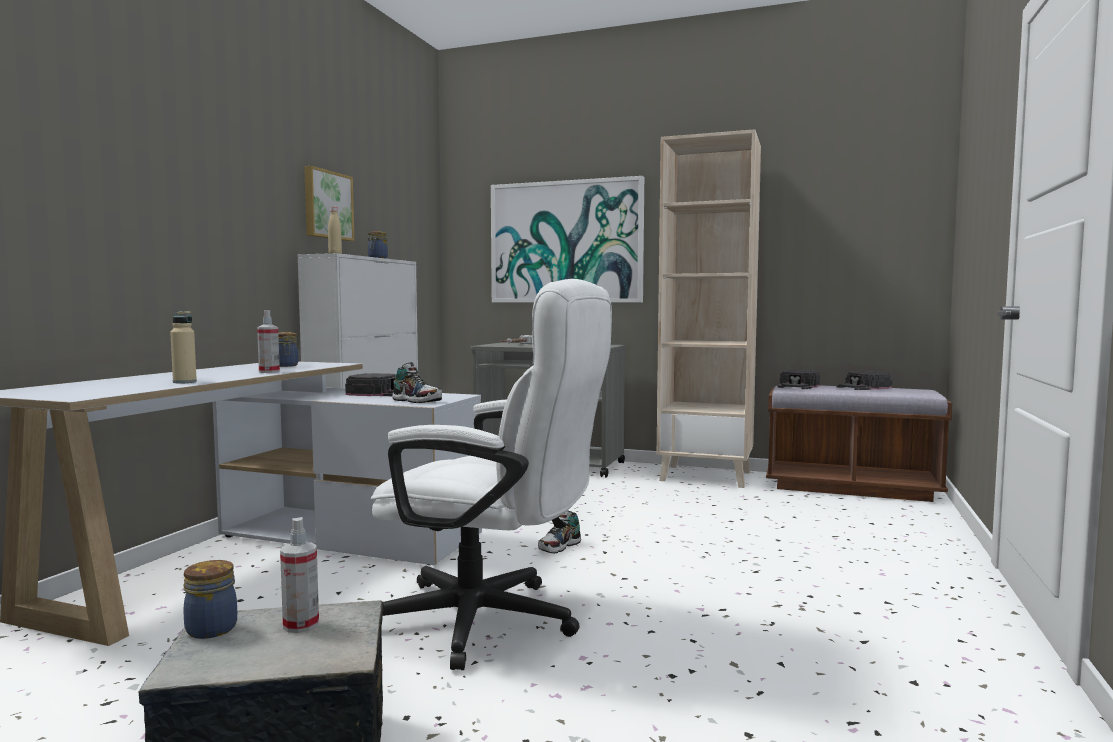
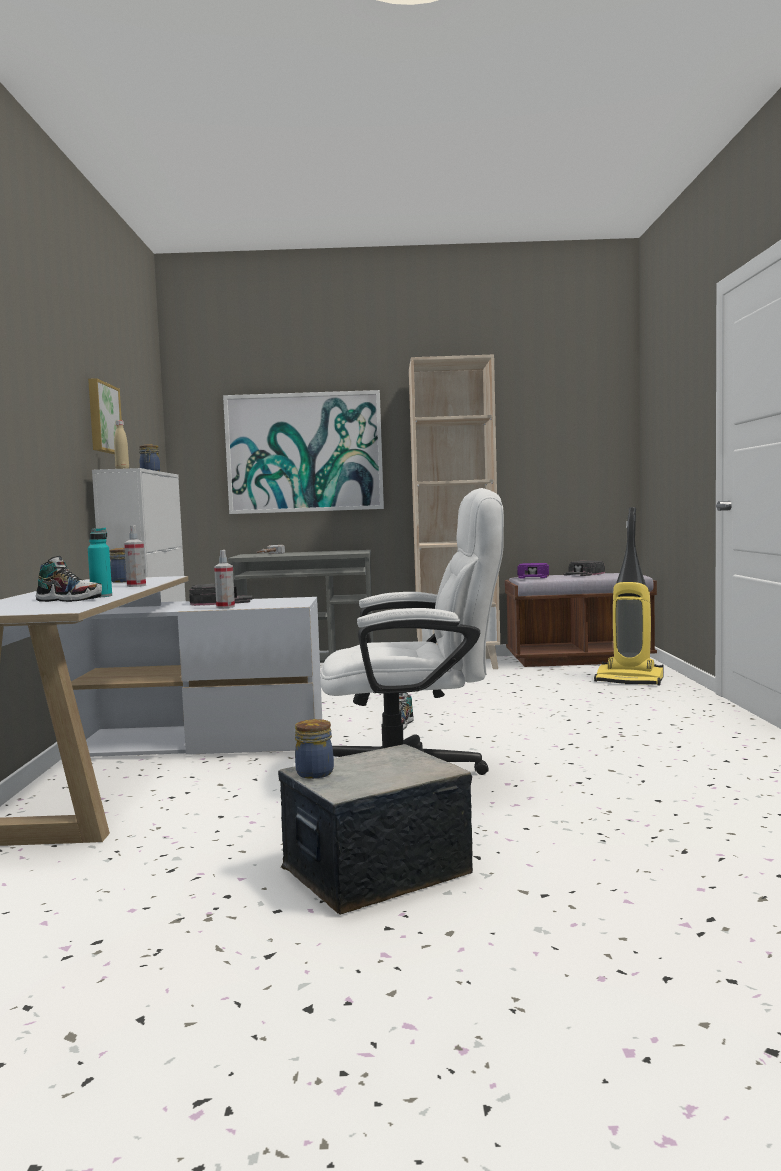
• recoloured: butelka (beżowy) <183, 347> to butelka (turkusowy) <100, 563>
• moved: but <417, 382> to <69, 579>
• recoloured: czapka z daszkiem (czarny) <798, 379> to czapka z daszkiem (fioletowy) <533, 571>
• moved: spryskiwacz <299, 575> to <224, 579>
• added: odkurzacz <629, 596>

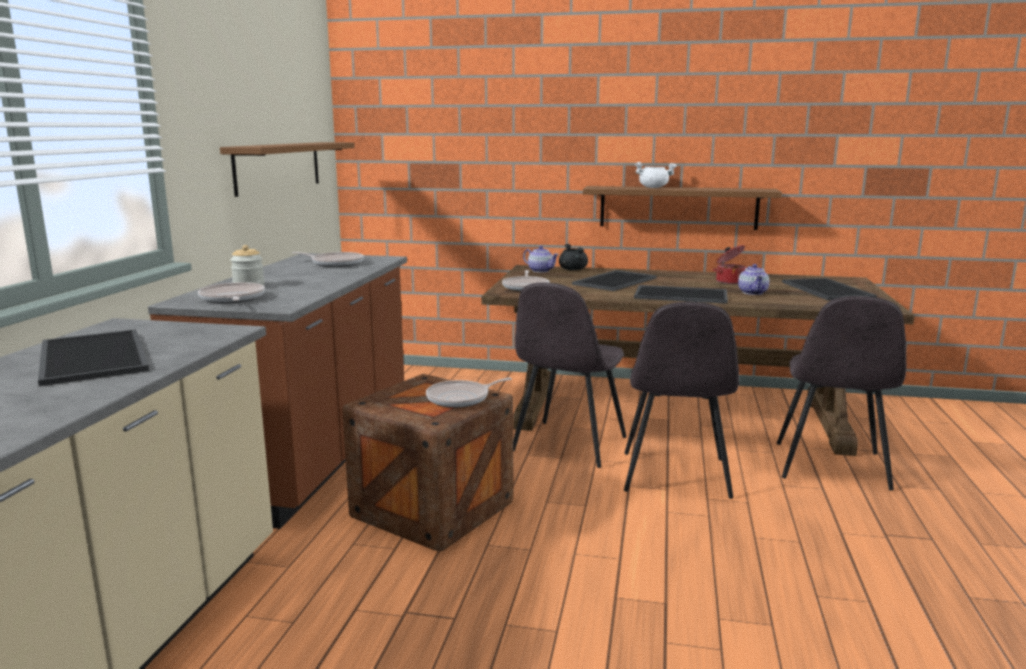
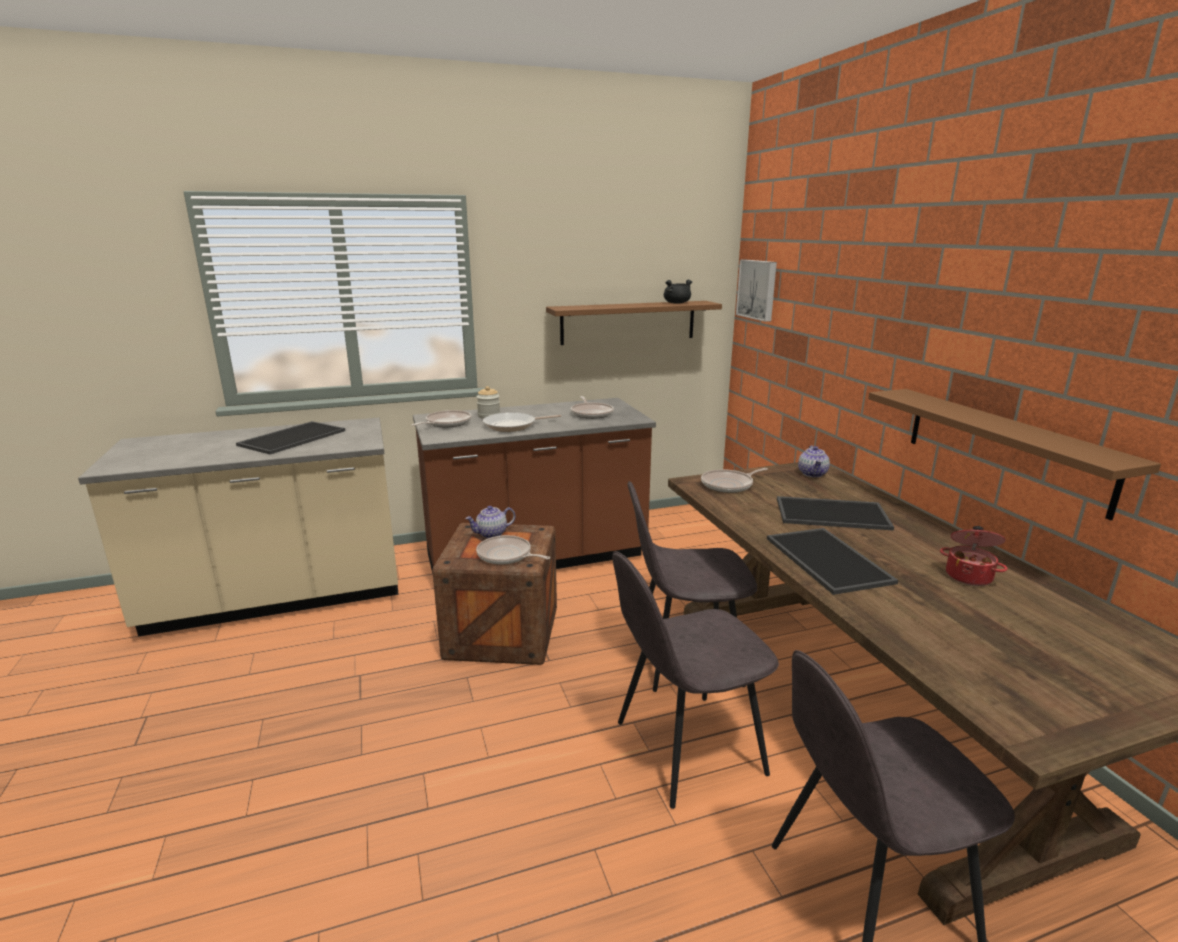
• removed: garnek (biały) <656, 175>
• moved: garnek (czarny) <573, 257> to <678, 292>
• moved: imbryk <753, 279> to <490, 522>
• removed: taca <829, 289>
• added: obraz <756, 291>
• added: patelnia <522, 422>

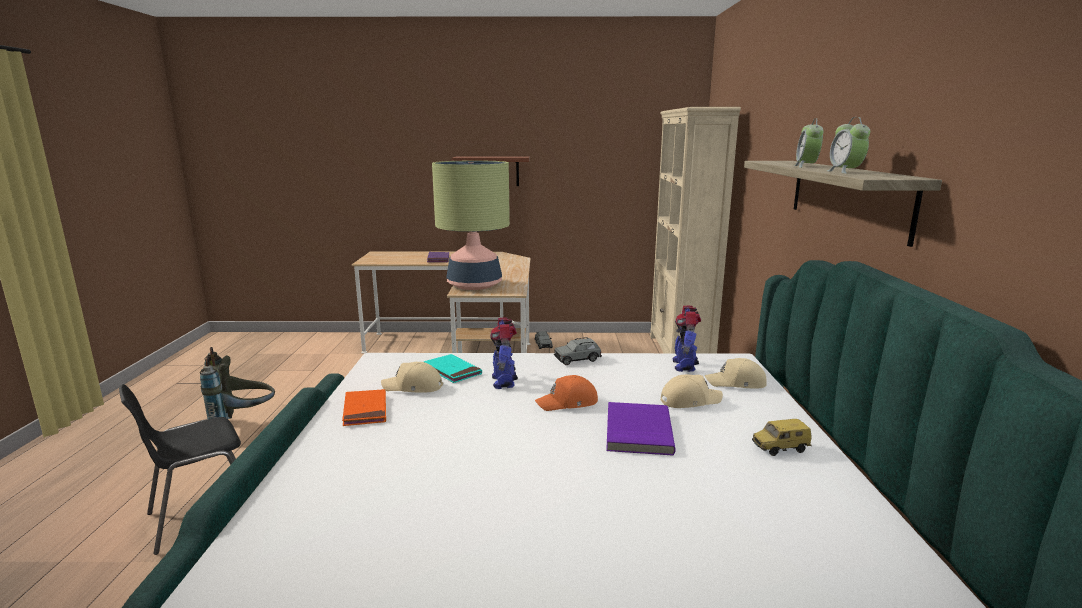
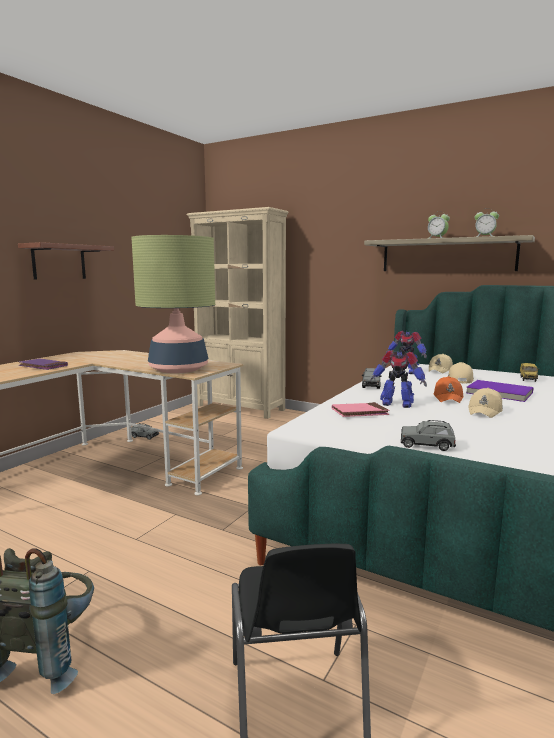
• recoloured: książka (turkusowy) <453, 368> to książka (różowy) <360, 409>
• moved: czapka z daszkiem (beżowy) <412, 377> to <485, 403>
• replaced: książka (pomarańczowy) <364, 407> to samochodzik (szary) <428, 435>

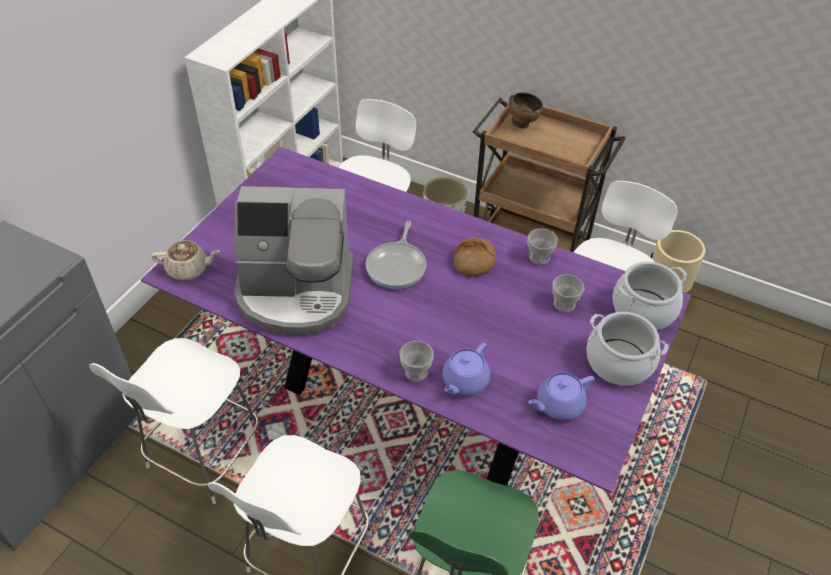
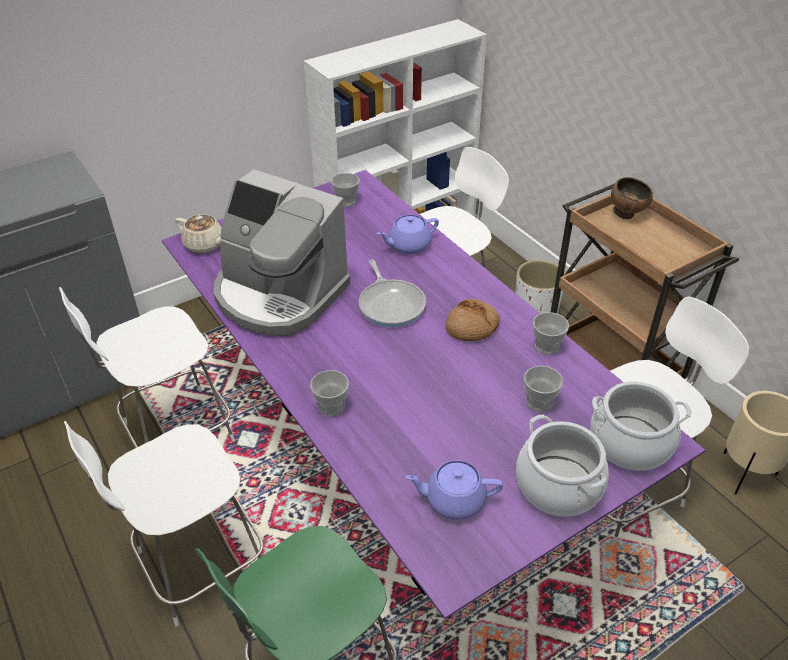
• turned: patelnia <396, 255> = <392, 293> 60 degrees counterclockwise
• moved: imbryk (fioletowy) <466, 369> to <408, 234>
• added: filiżanka <345, 190>

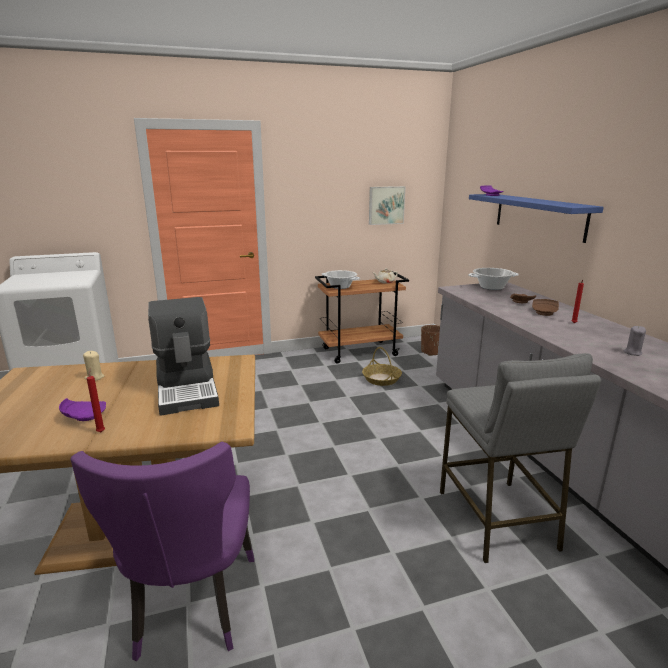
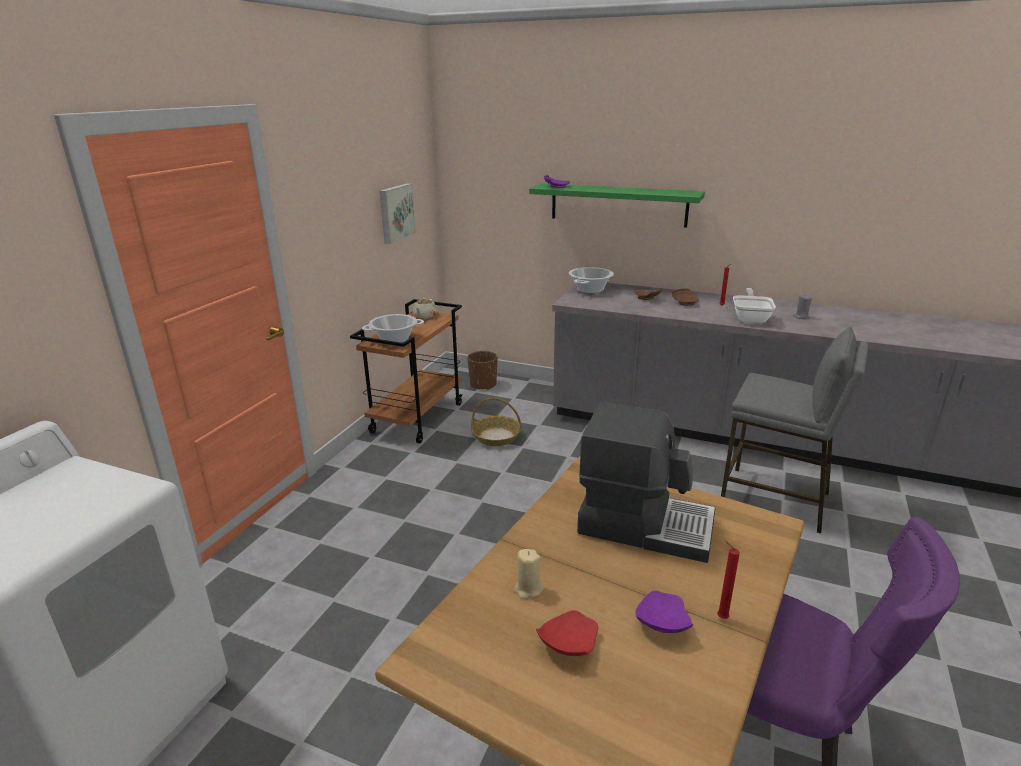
• recoloured: półka (niebieski) <536, 218> to półka (zielony) <617, 205>
• added: patelnia <754, 306>
• added: talerz (czerwony) <567, 633>

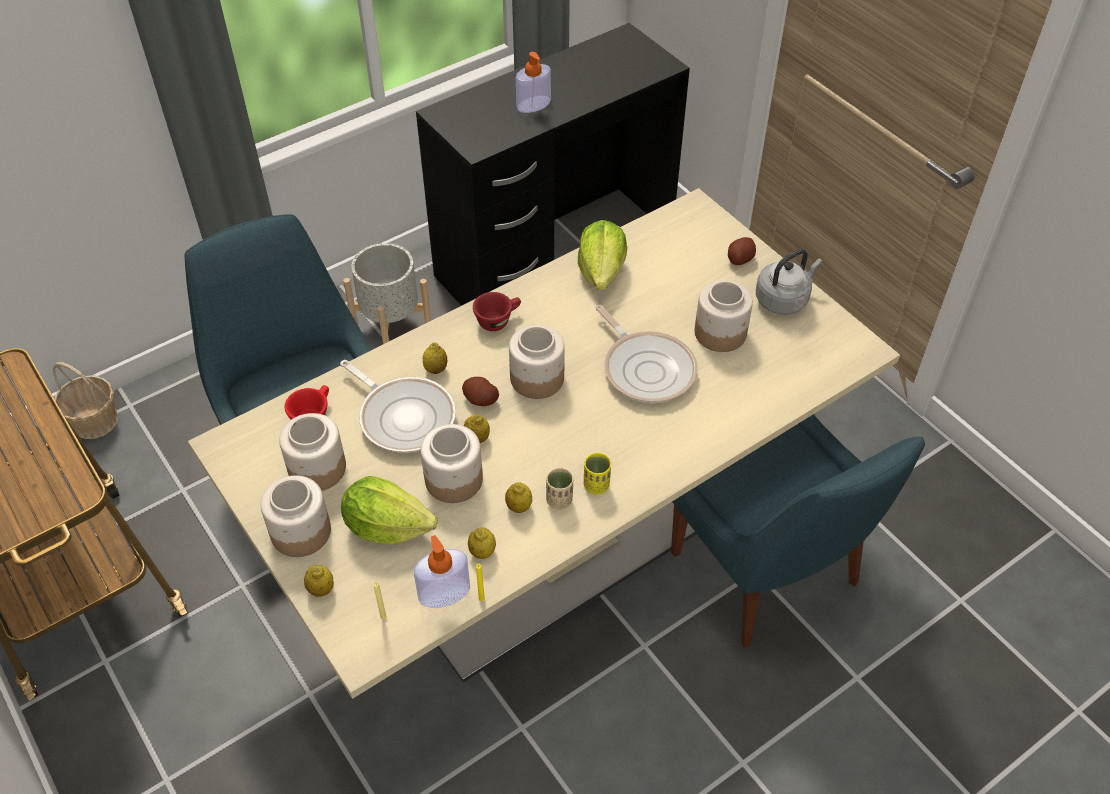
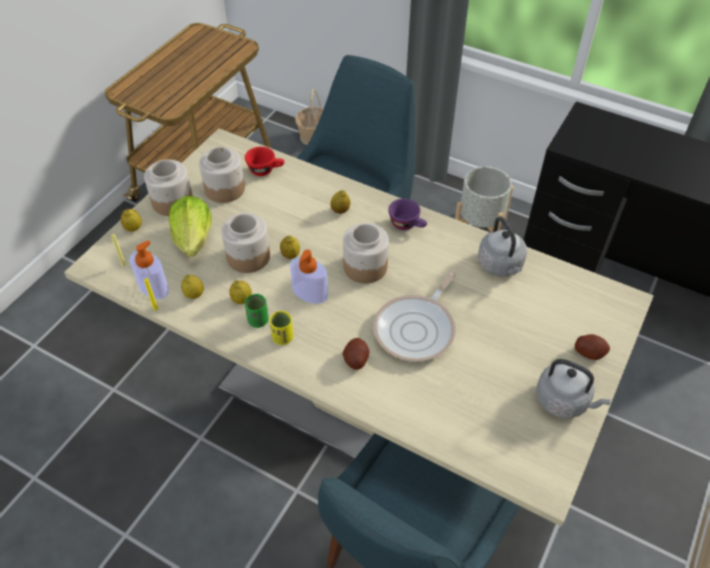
• moved: dozownik mydła <533, 82> to <309, 277>
• replaced: sałata <602, 255> to czajnik (szary) <502, 247>
• removed: słoik <724, 316>
• recoloured: filiżanka (czerwony) <497, 311> to filiżanka (fioletowy) <407, 214>
• removed: patelnia <398, 406>
• moved: ziemniak <480, 391> to <356, 354>
• recoloured: filiżanka (beżowy) <559, 489> to filiżanka (zielony) <257, 311>

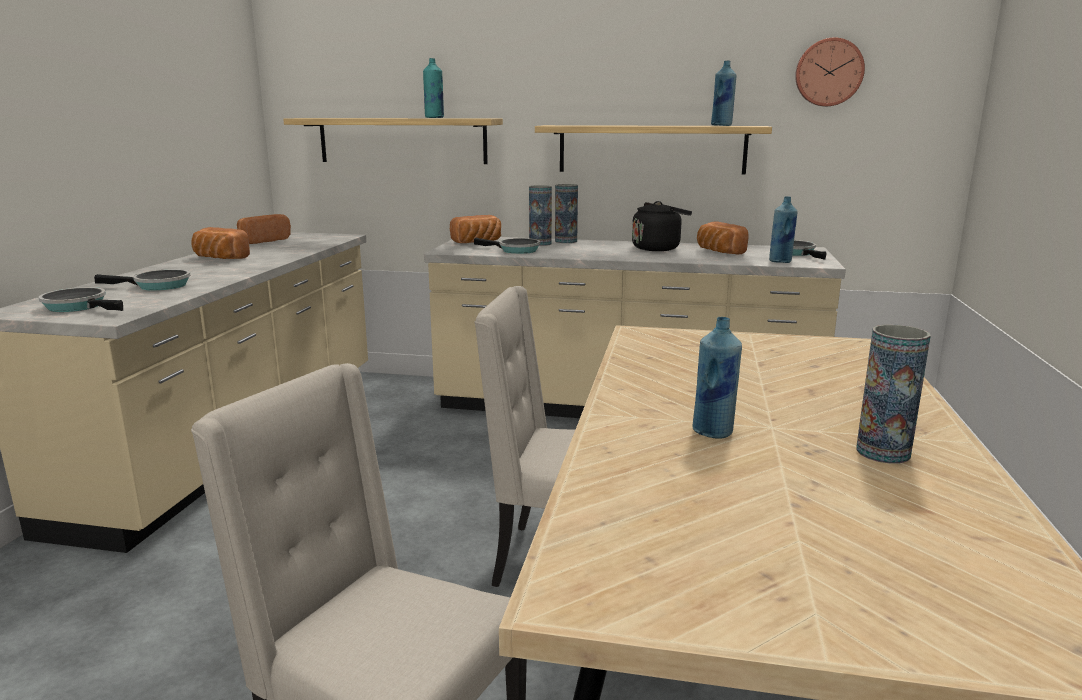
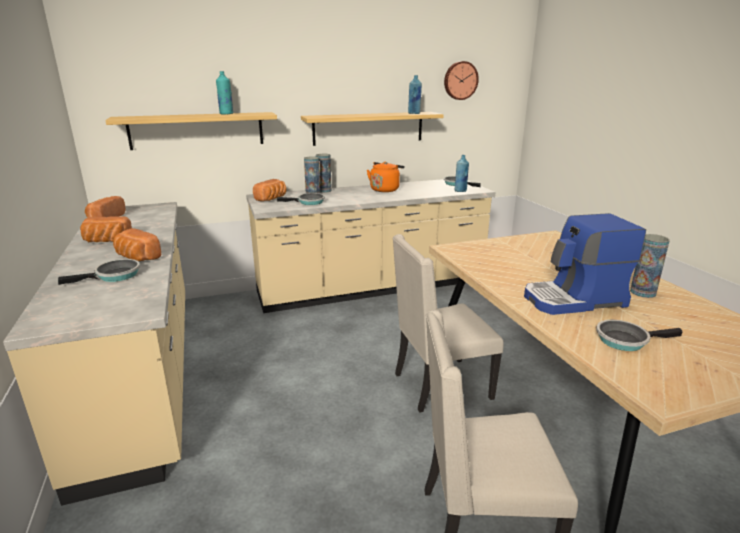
• recoloured: czajnik (czarny) <662, 226> to czajnik (pomarańczowy) <385, 177>
• moved: chleb <723, 237> to <137, 244>
• moved: patelnia <80, 299> to <639, 335>
• replaced: butelka (niebieski) <717, 378> to ekspres do kawy <585, 264>

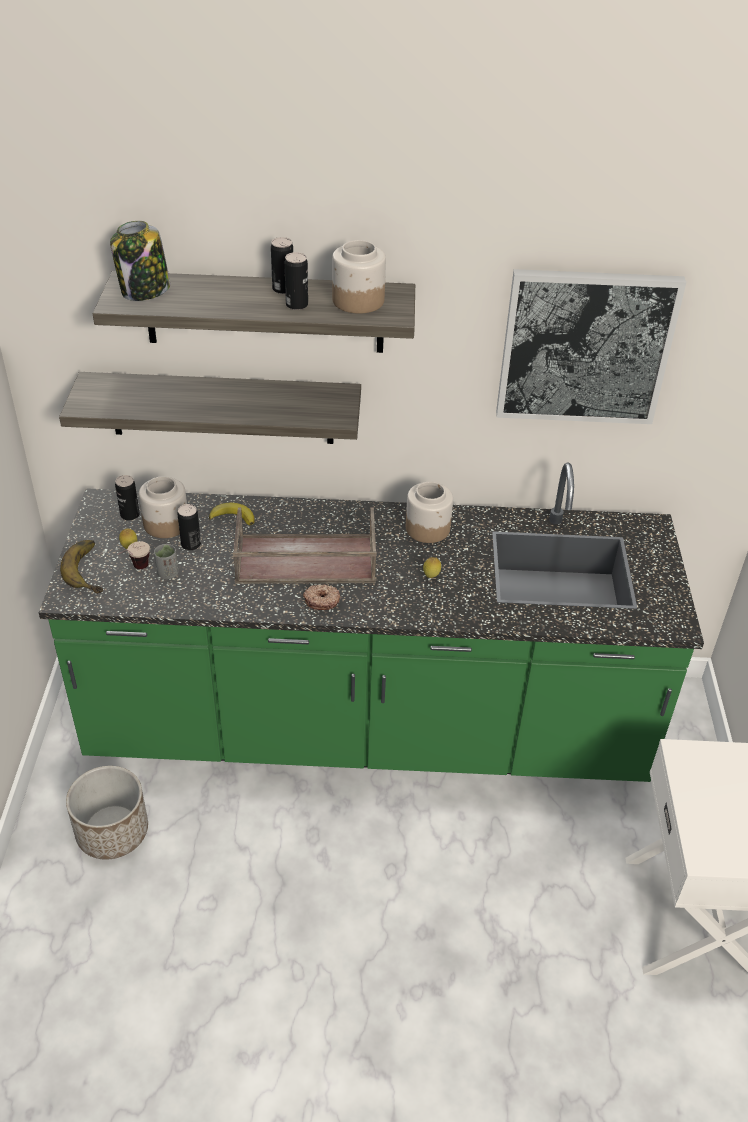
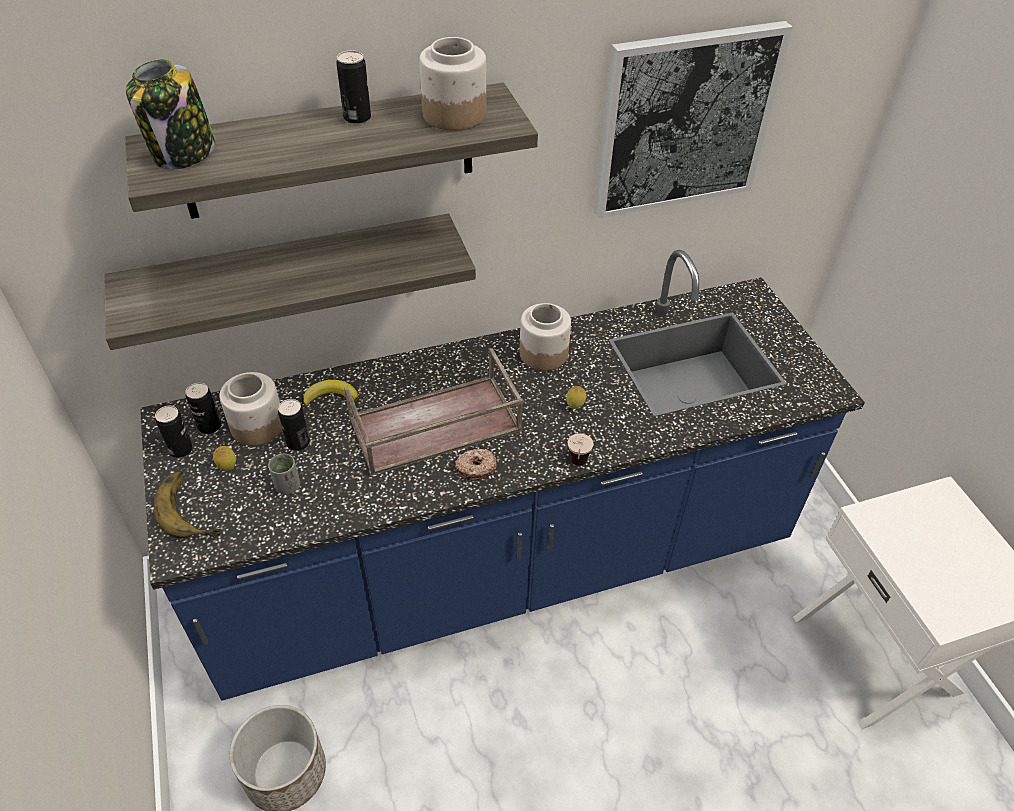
• moved: puszka <296, 281> to <174, 432>
• recoloured: zabudowa kuchenna (zielony) <371, 622> to zabudowa kuchenna (niebieski) <502, 475>
• moved: filiżanka <133, 555> to <581, 449>

